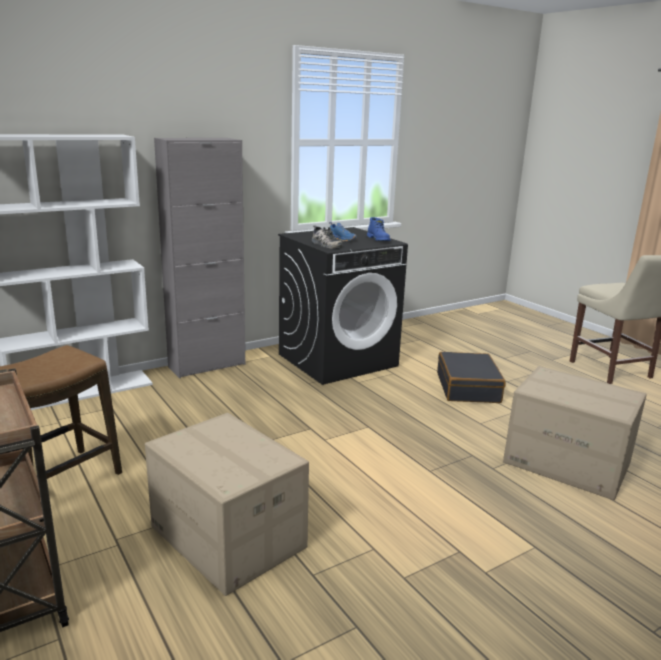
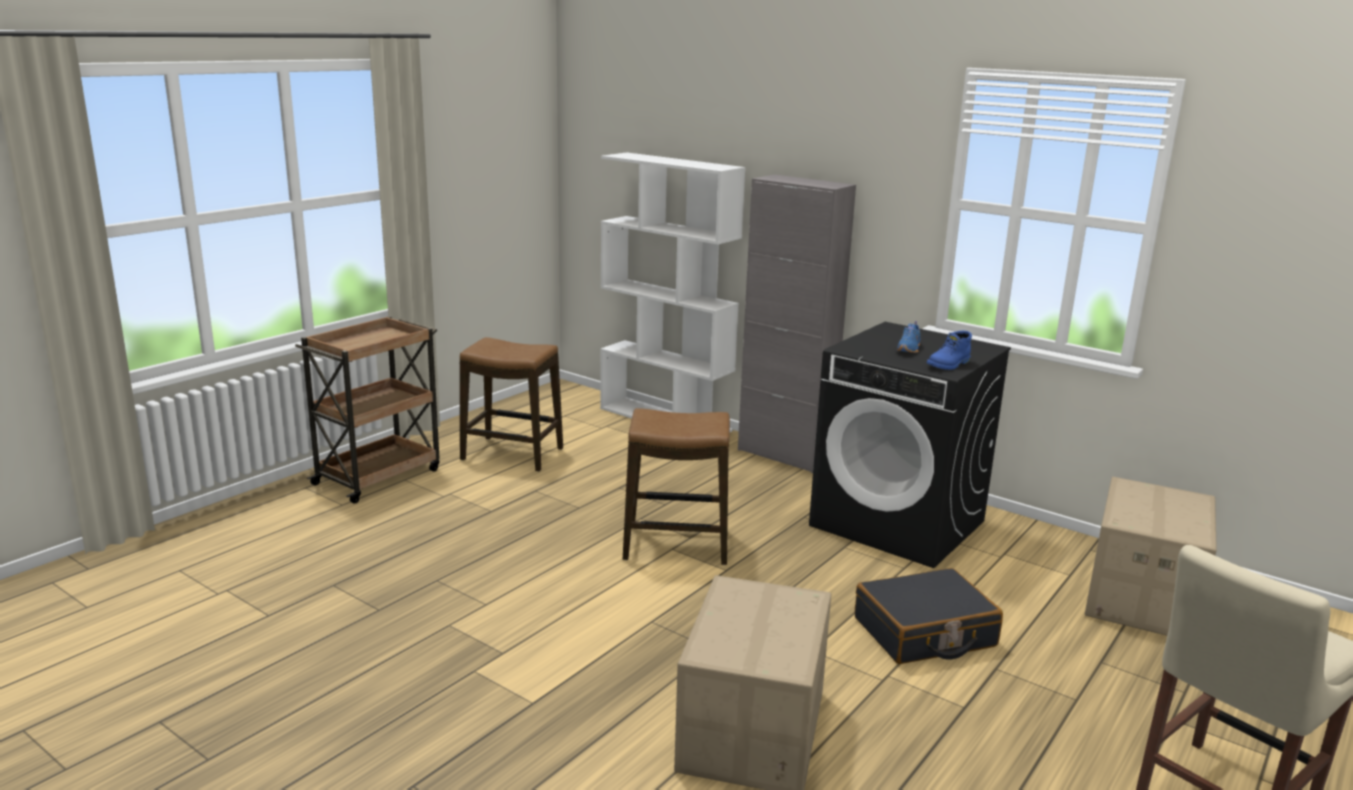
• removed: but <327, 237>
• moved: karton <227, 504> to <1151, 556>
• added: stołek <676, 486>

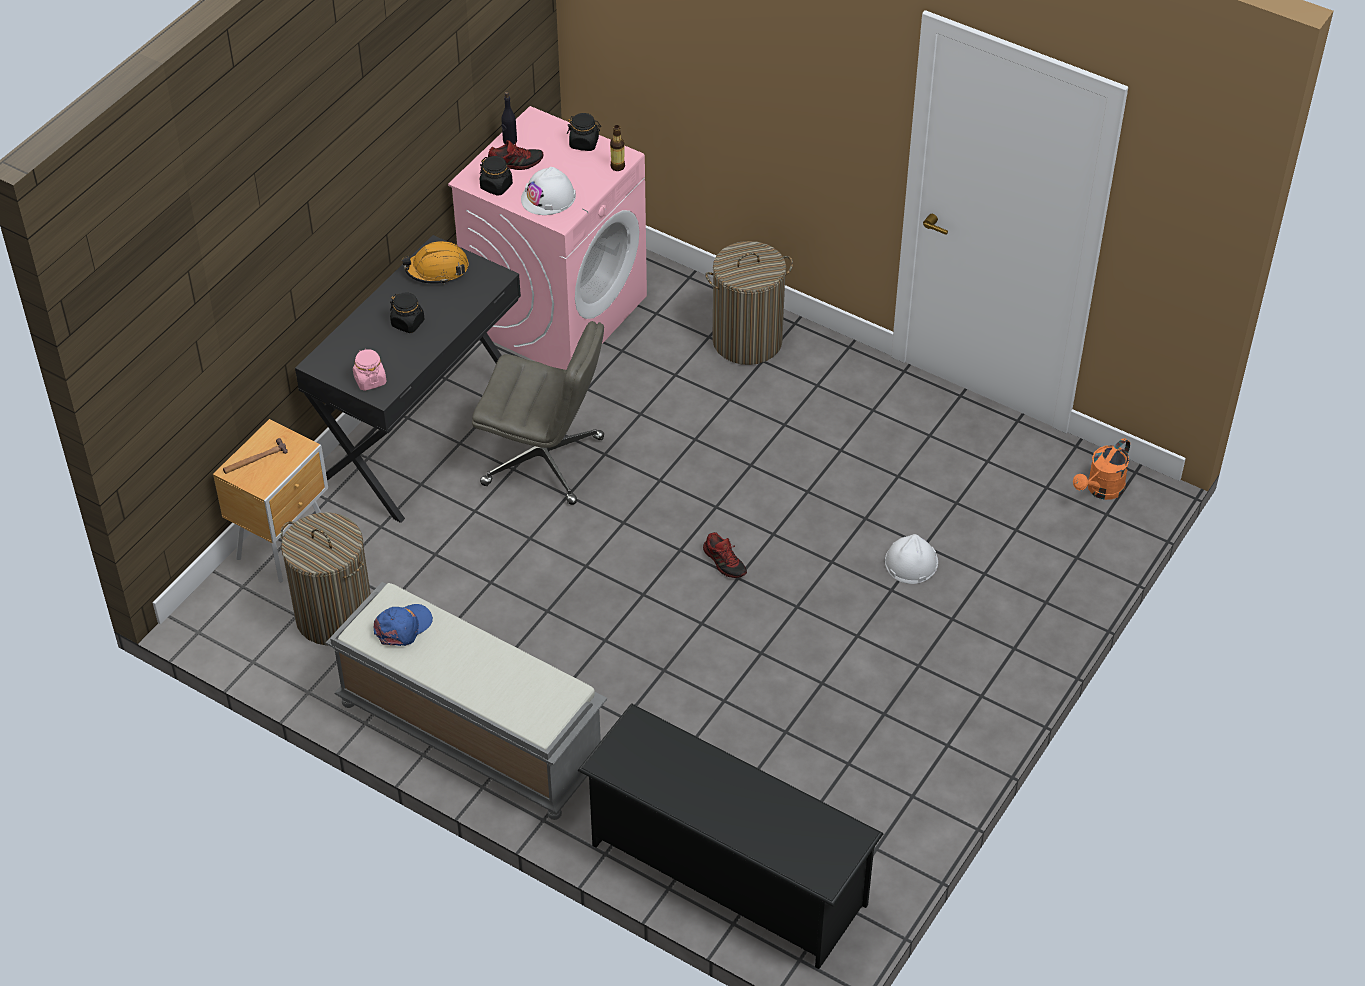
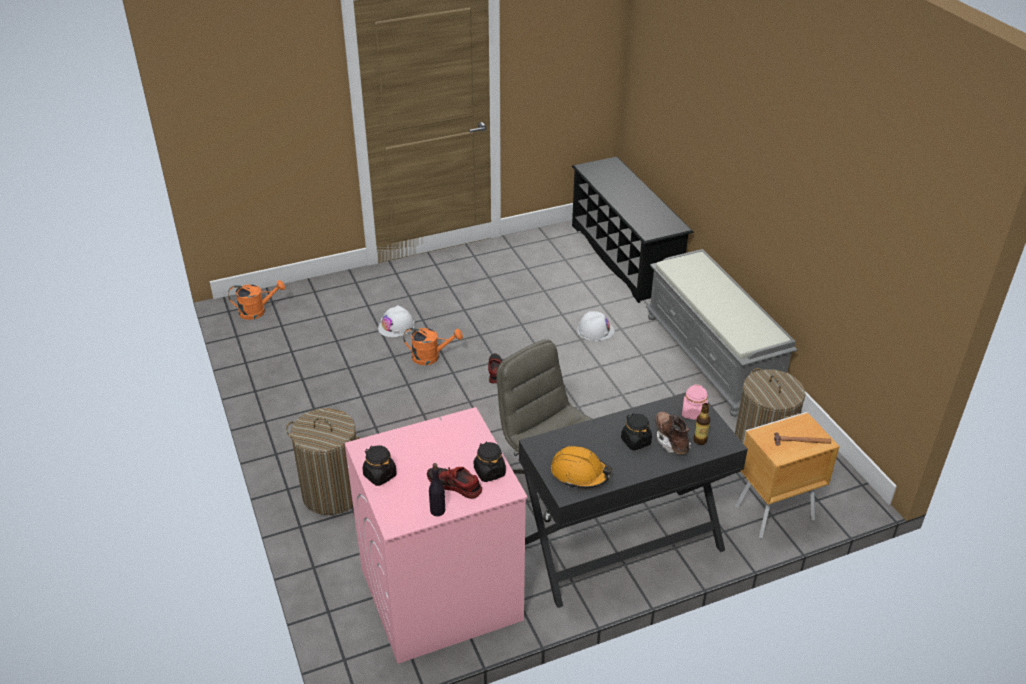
• moved: butelka <617, 148> to <701, 424>
• moved: kask (biały) <548, 191> to <596, 326>
• removed: czapka z daszkiem (niebieski) <403, 625>
• added: konewka (pomarańczowy) <433, 346>
• added: but z cholewką (brązowy) <673, 433>

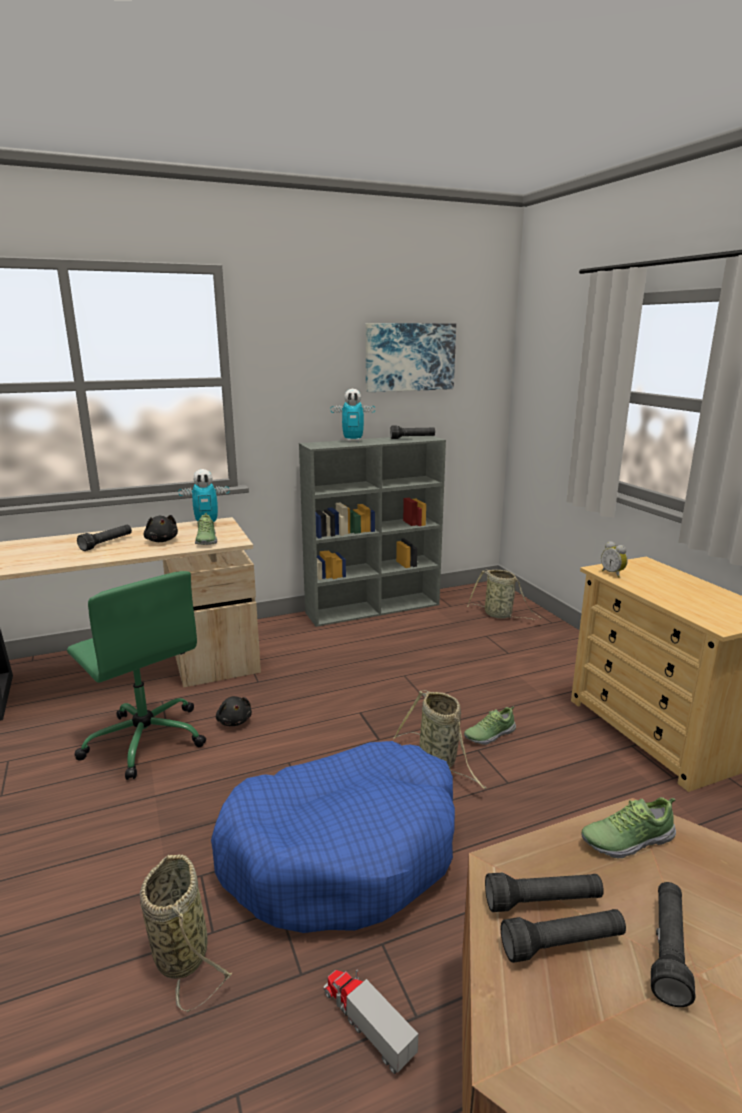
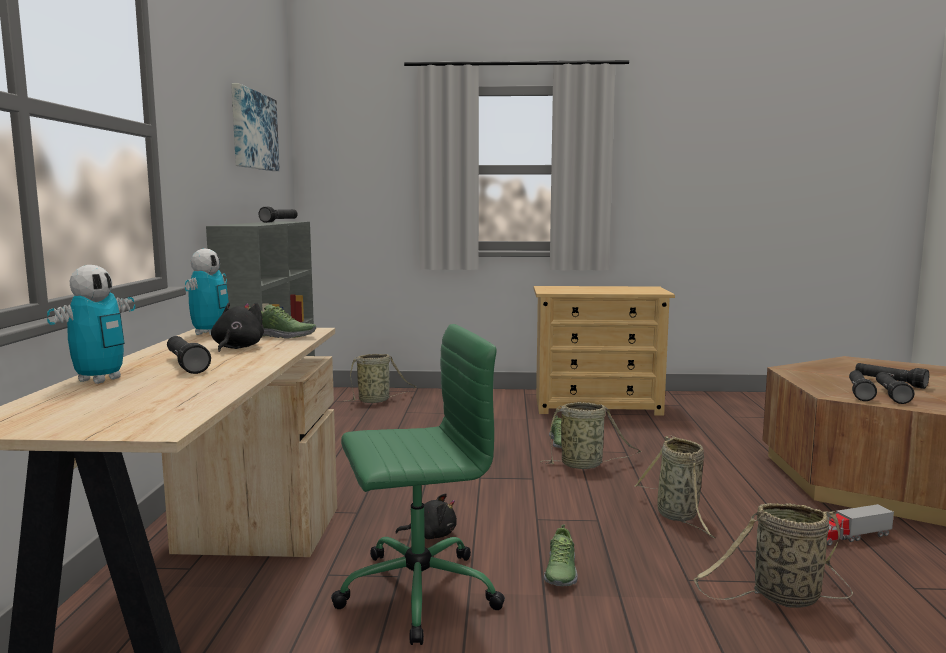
• moved: robot zabawkowy <353, 415> to <91, 324>
• turned: pluszak (czarny) <161, 528> = <237, 327> 75 degrees counterclockwise
• removed: budzik <614, 559>
• replaced: legowisko (niebieski) <333, 837> to koszyk <674, 486>
• moved: but <629, 827> to <561, 555>

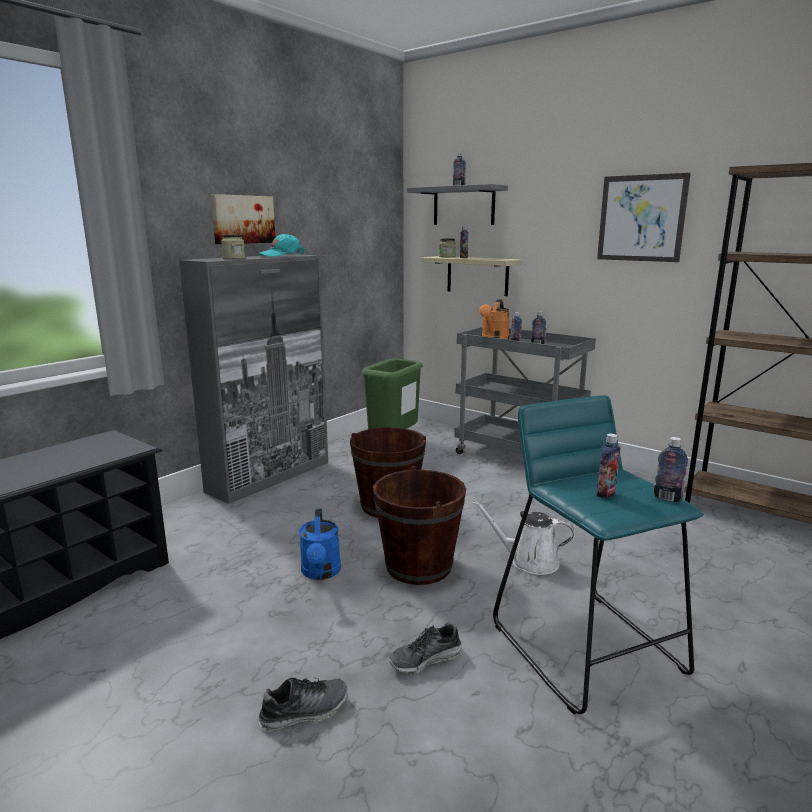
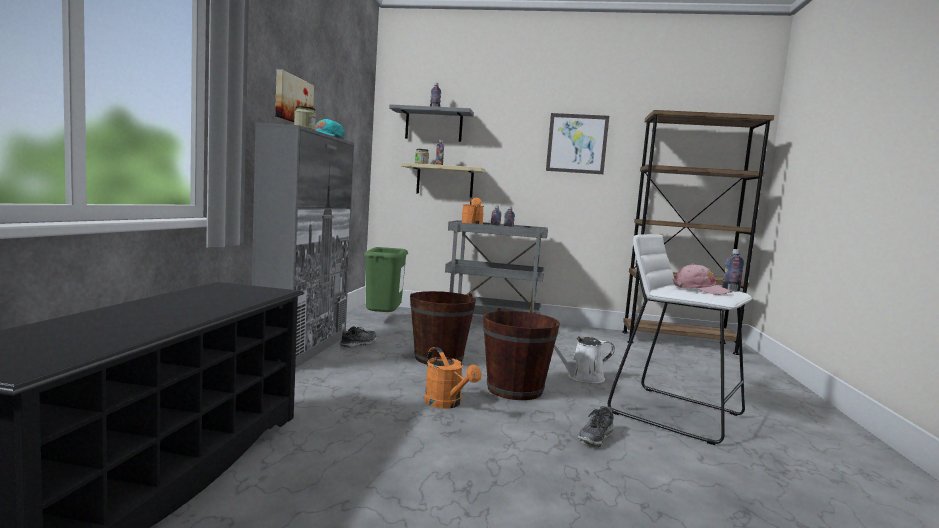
• recoloured: stołek (turkusowy) <598, 555> to stołek (biały) <680, 339>
• replaced: butelka <609, 466> to czapka z daszkiem (różowy) <703, 279>
• recoloured: konewka (niebieski) <320, 544> to konewka (pomarańczowy) <453, 378>
• moved: but <303, 704> to <358, 337>

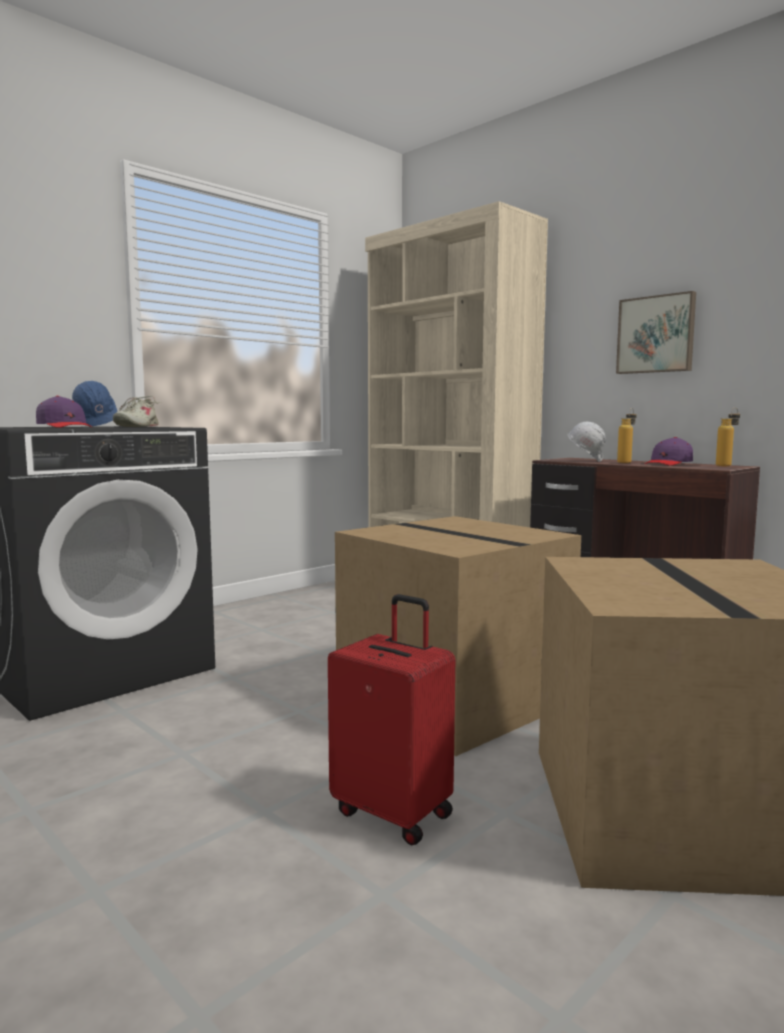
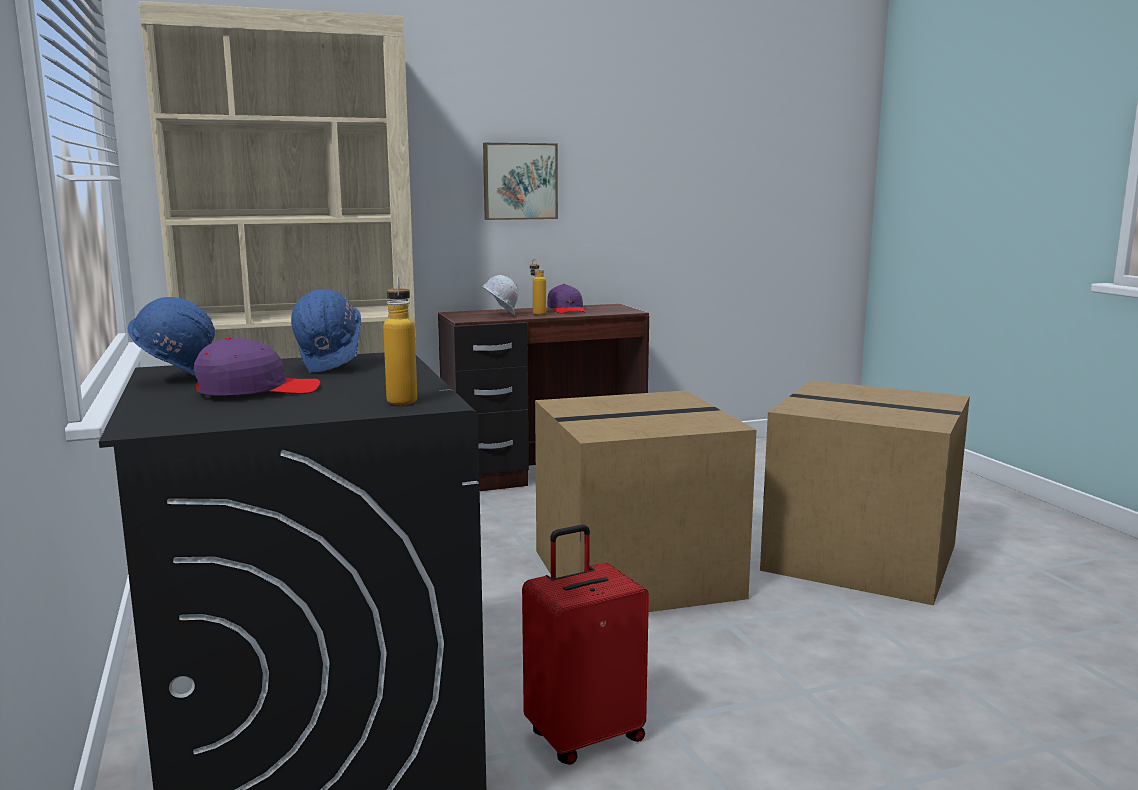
• replaced: but (beżowy) <137, 411> to kask (niebieski) <328, 334>
• moved: butelka <728, 436> to <400, 340>
• moved: walizka (czerwony) <391, 719> to <585, 644>

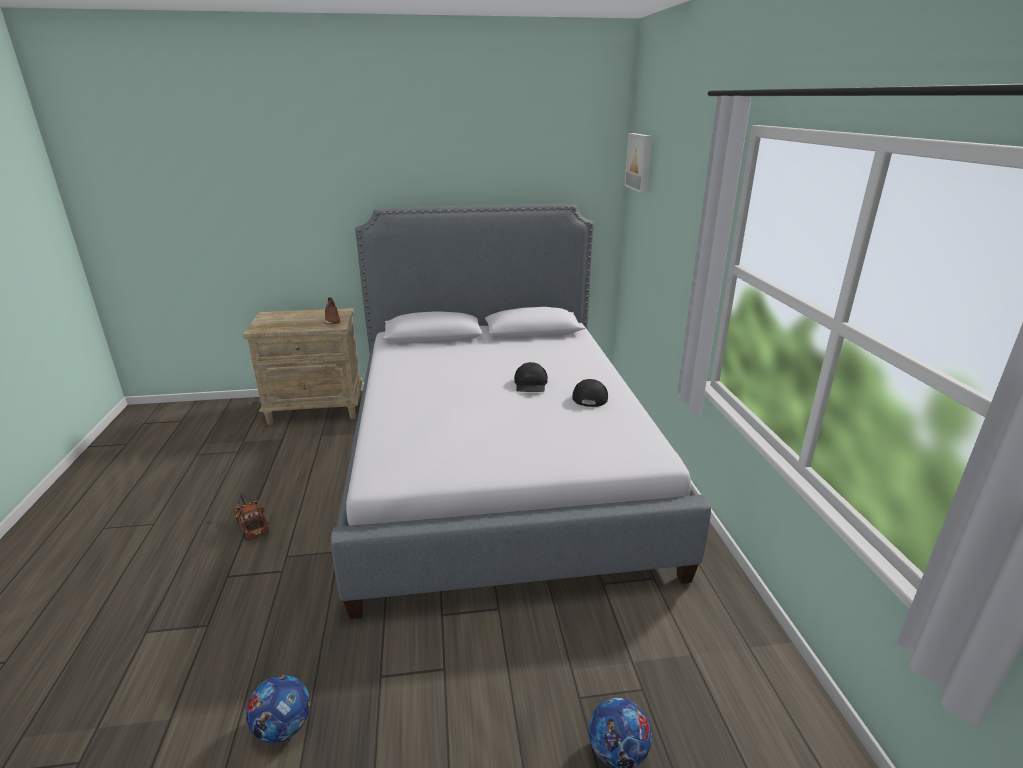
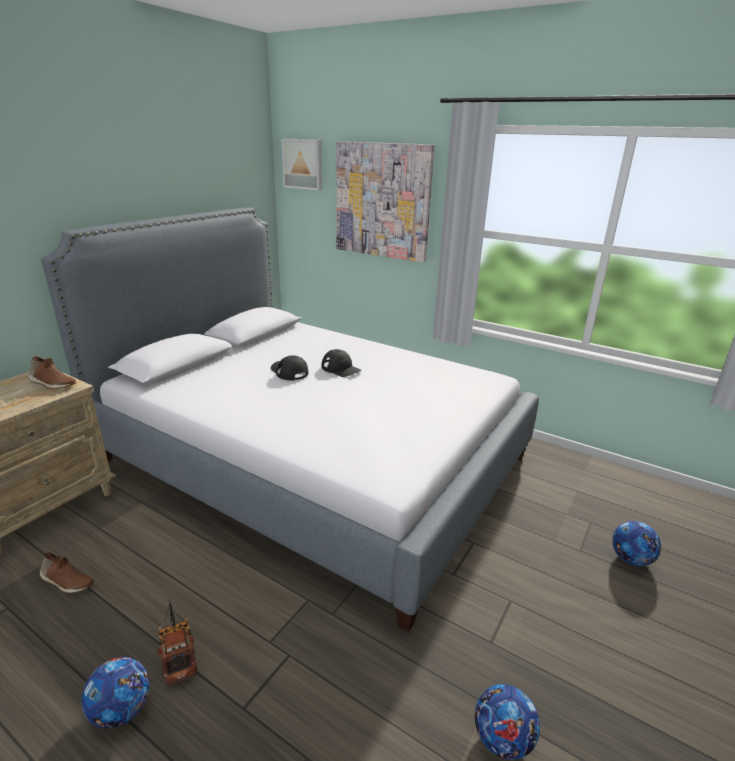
• moved: czapka z daszkiem (czarny) <590, 393> to <289, 367>
• turned: ciężarówka zabawkowa <251, 516> = <177, 642> 60 degrees clockwise
• added: obraz <385, 202>
• added: but (brązowy) <66, 572>
• added: piłka futbolowa <115, 693>

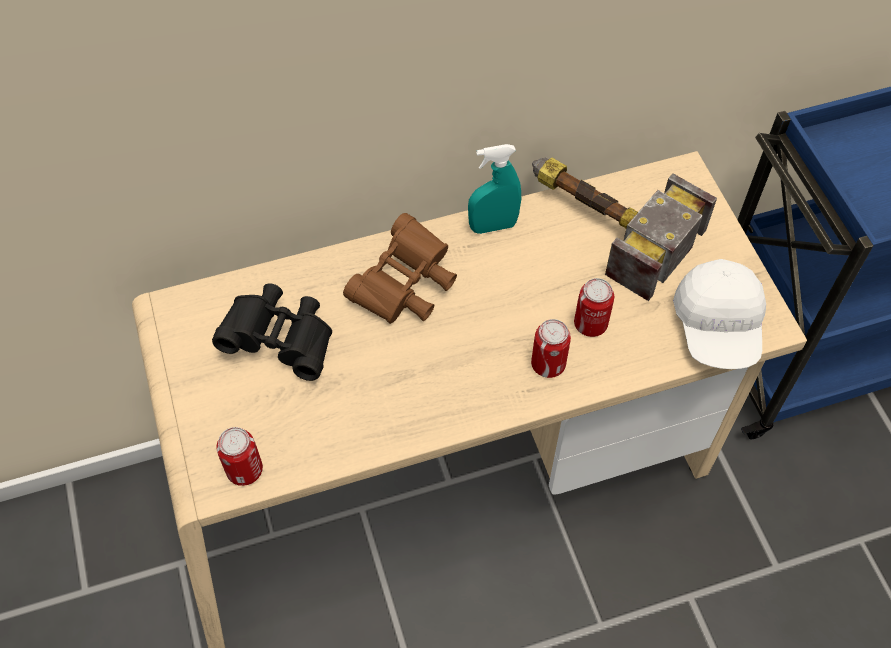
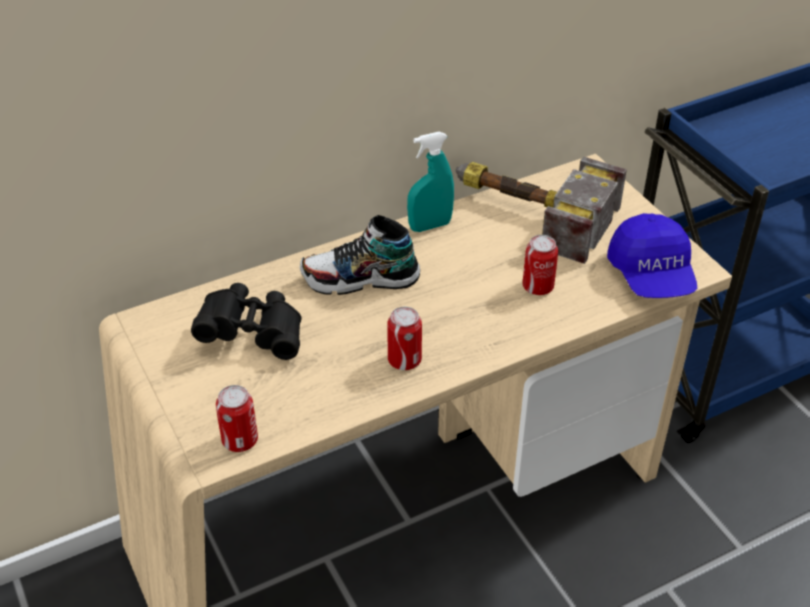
• replaced: lornetka (brązowy) <400, 268> to but <360, 255>
• recoloured: czapka z daszkiem (biały) <719, 314> to czapka z daszkiem (niebieski) <652, 255>
• moved: puszka <551, 348> to <404, 338>

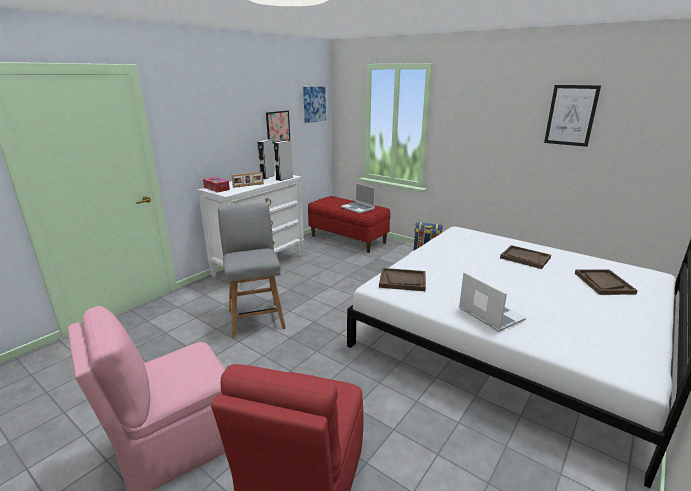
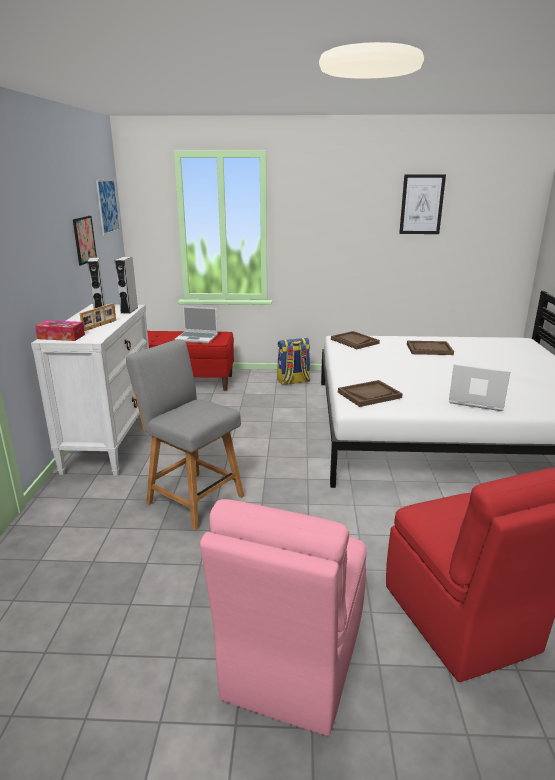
• moved: taca (brązowy) <606, 282> to <355, 340>

